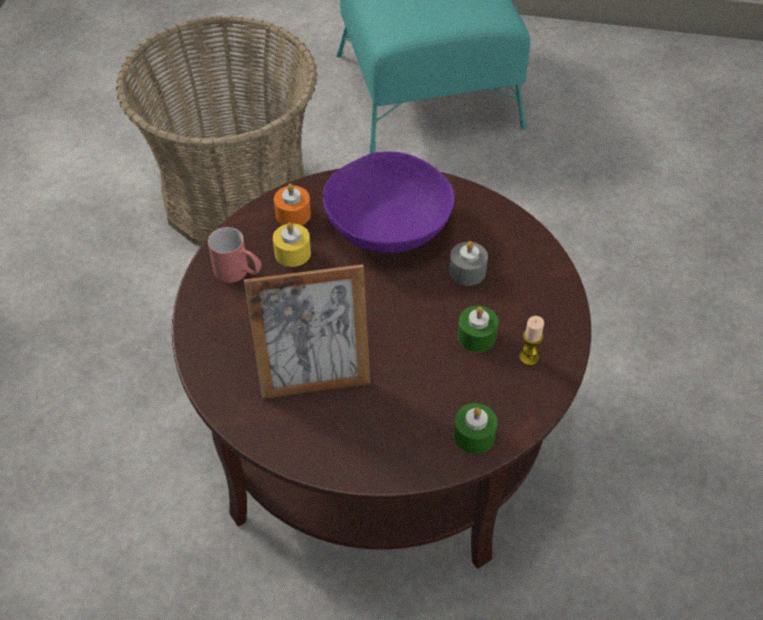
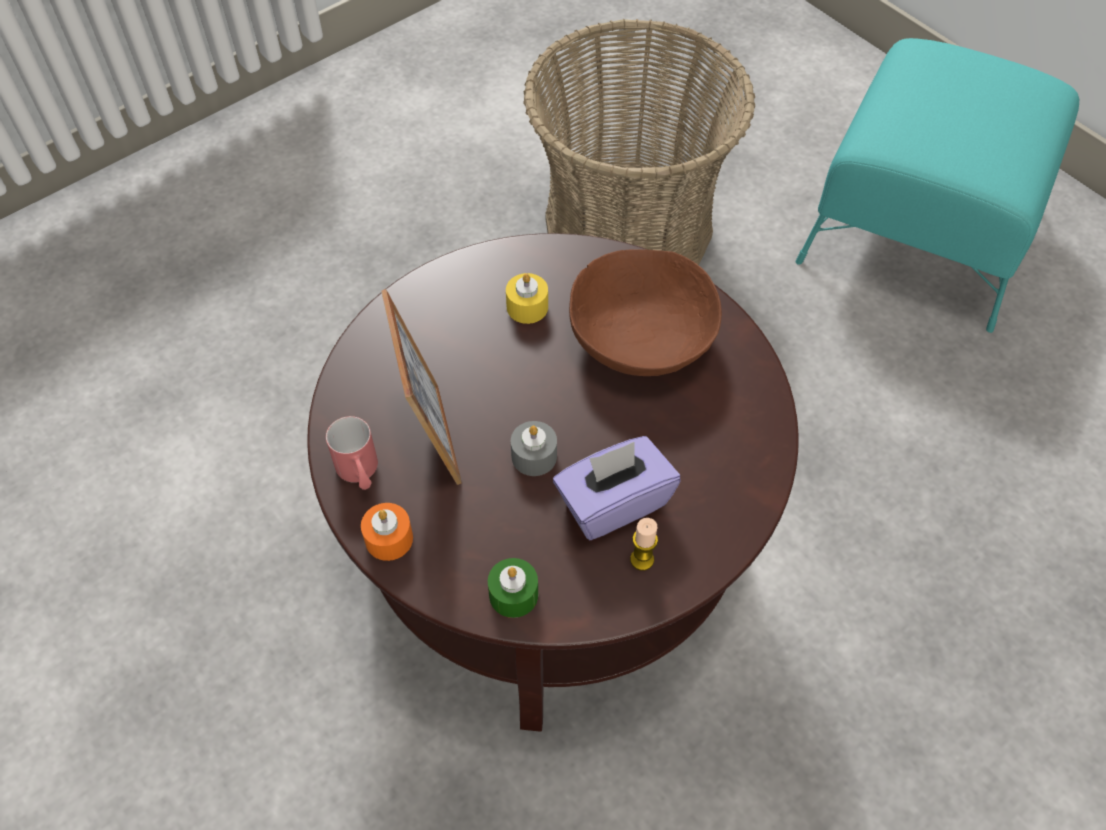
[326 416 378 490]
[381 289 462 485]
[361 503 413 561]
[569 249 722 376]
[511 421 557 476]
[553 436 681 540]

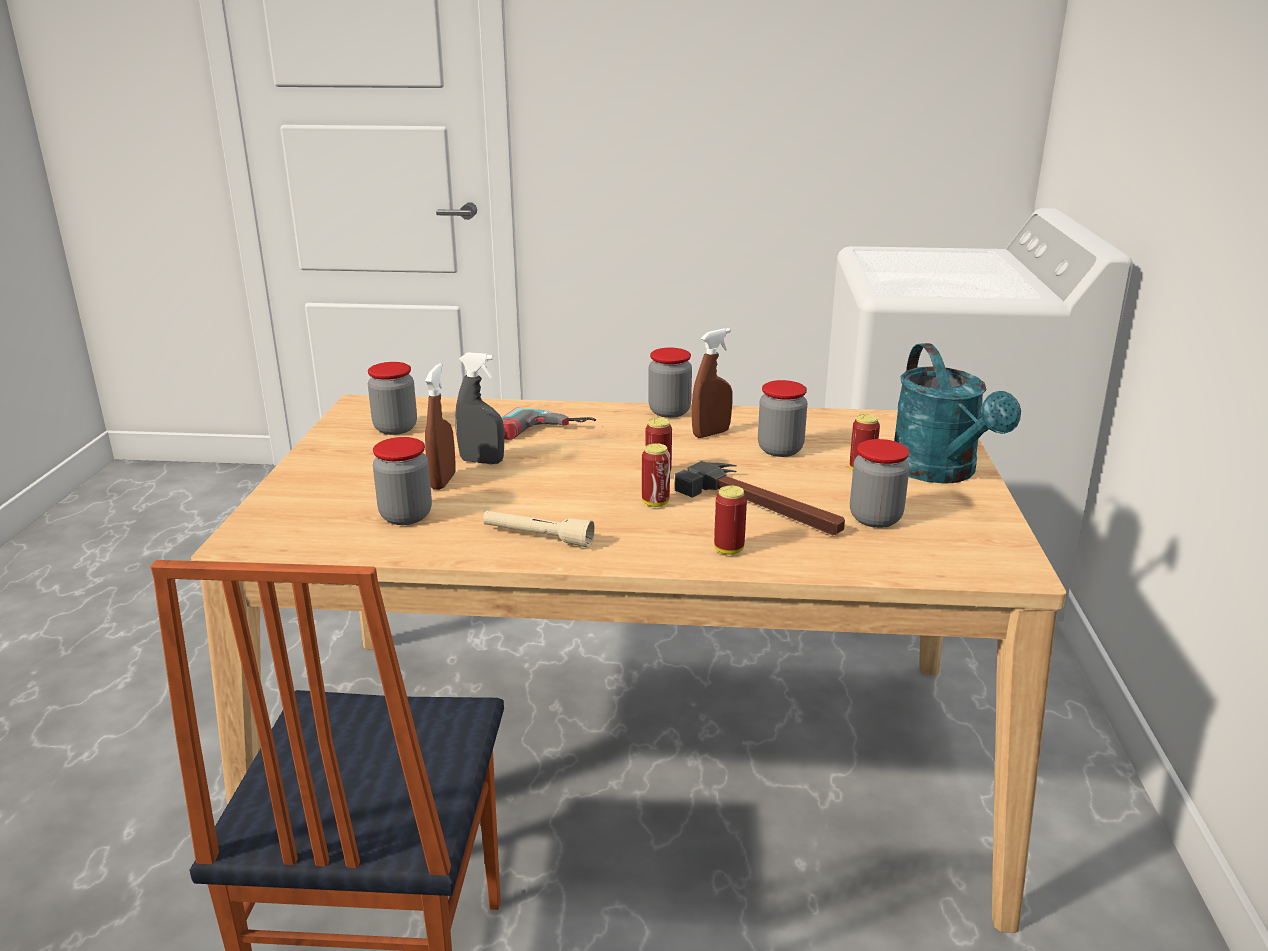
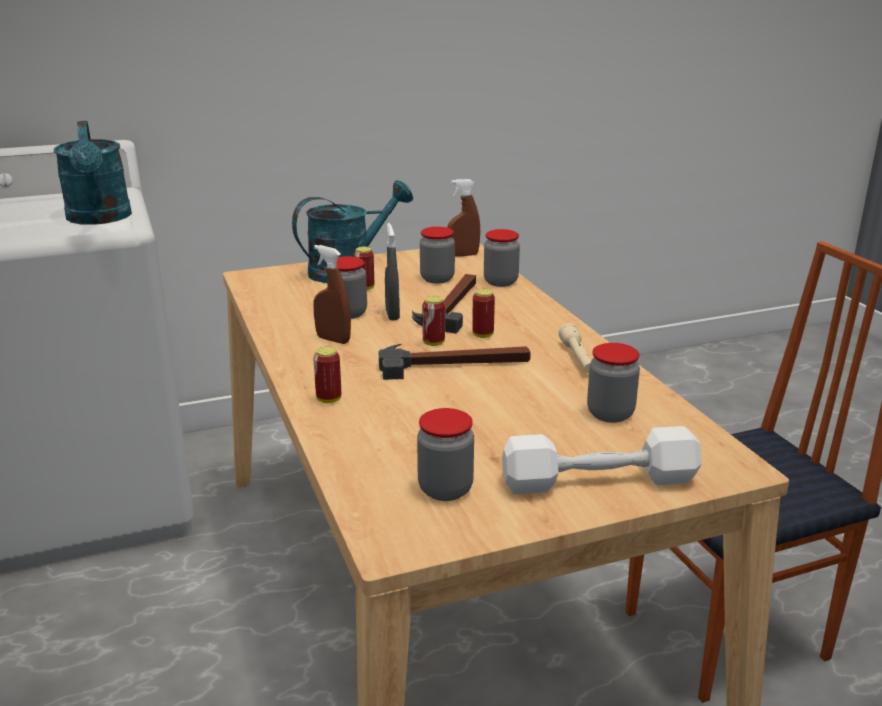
[447 179 480 257]
[385 223 400 321]
[501 407 596 440] (first image)
[484 229 520 287]
[313 346 341 403]
[54 121 132 225]
[379 344 531 380]
[502 426 702 495]

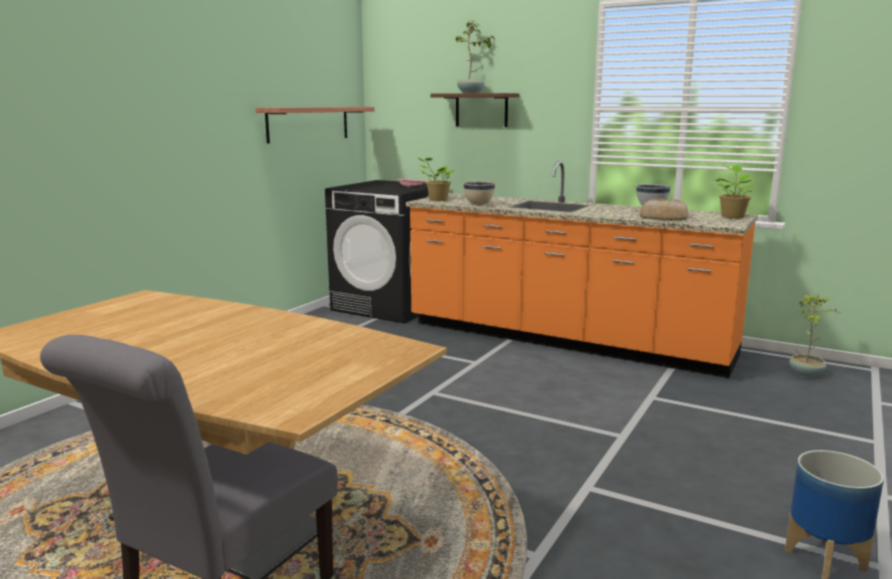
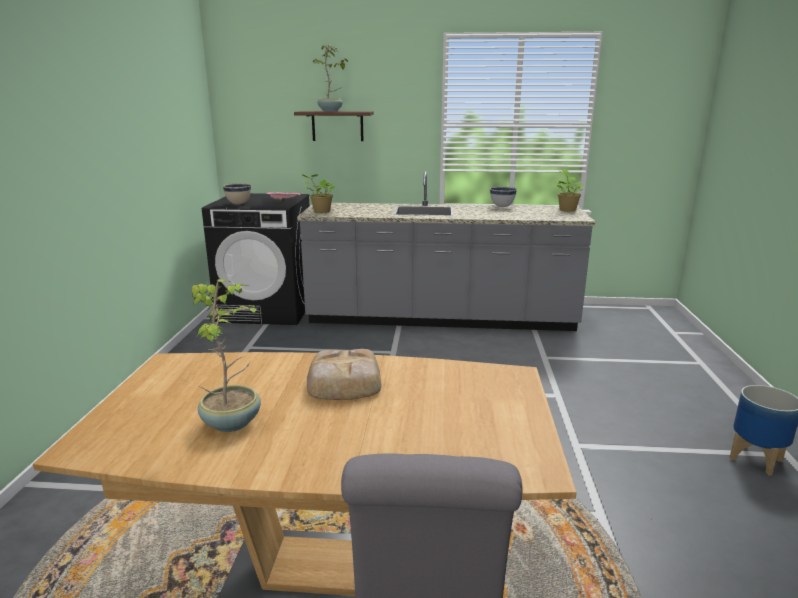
[255 107 374 144] (first image)
[297 171 595 331]
[223 183 251 205]
[307 349 381 400]
[192 279 261 432]

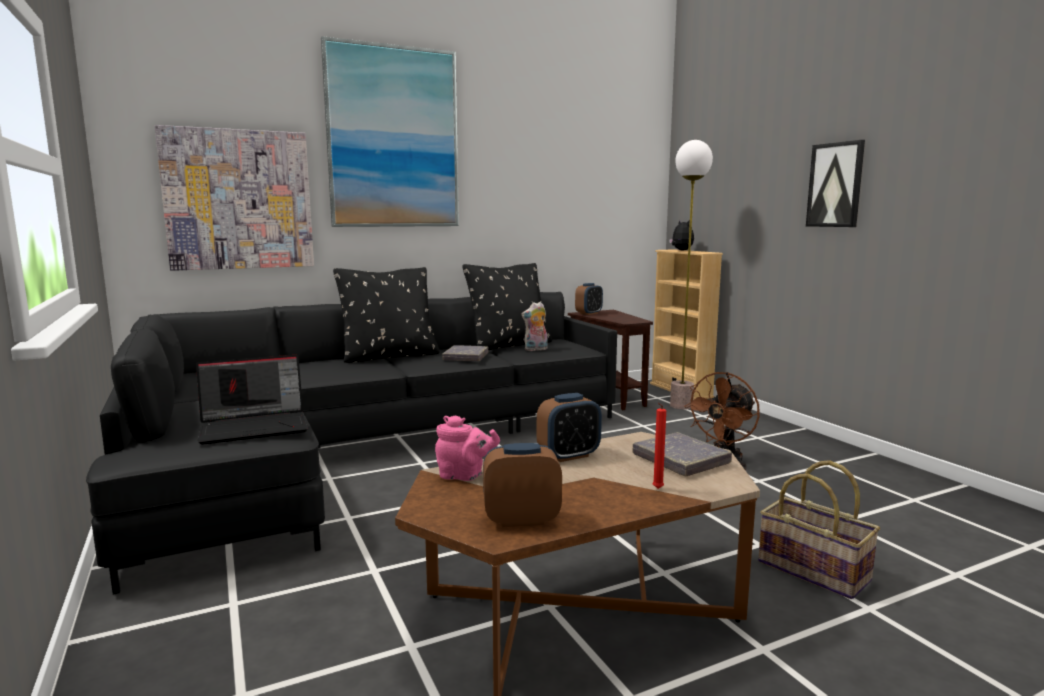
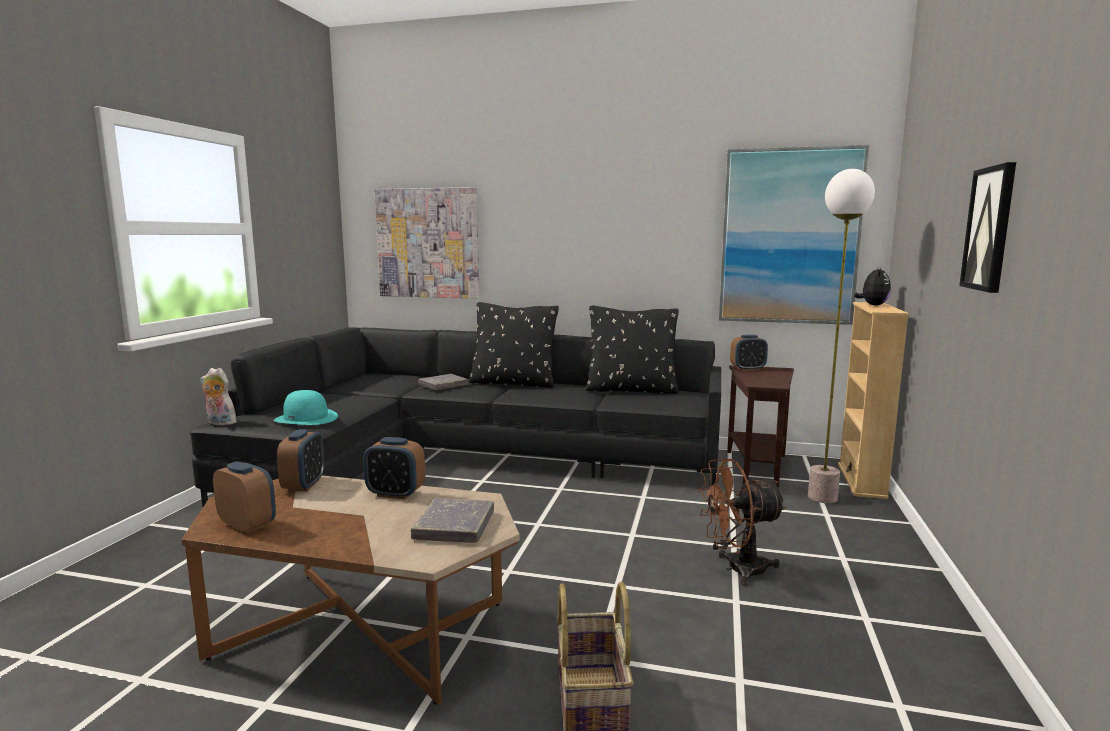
[274 390 338 425]
[719 145 869 325]
[277 429 325 491]
[418 374 469 390]
[200 368 237 426]
[652 403 666 489] (first image)

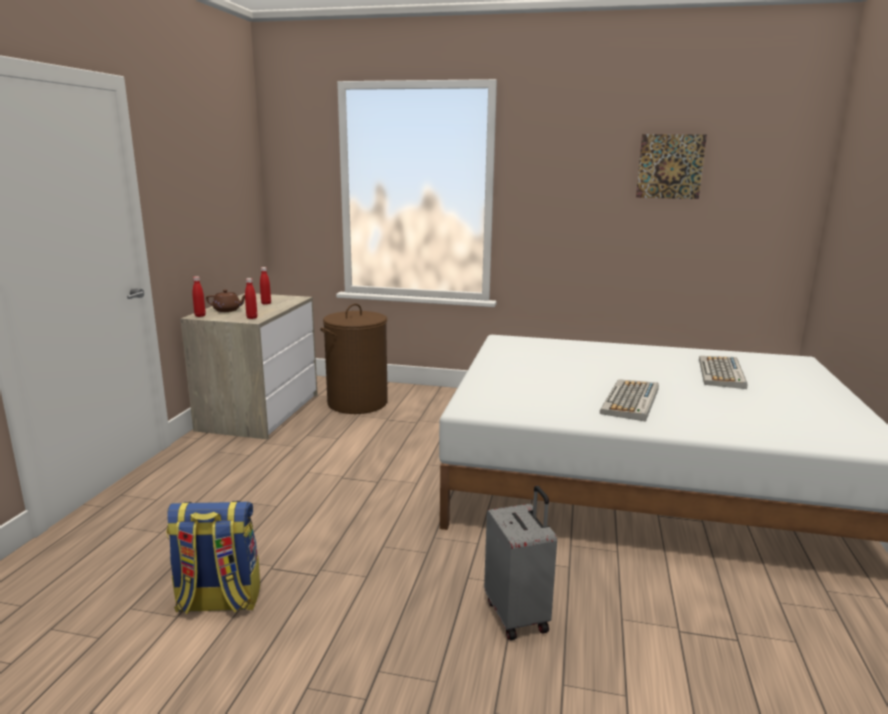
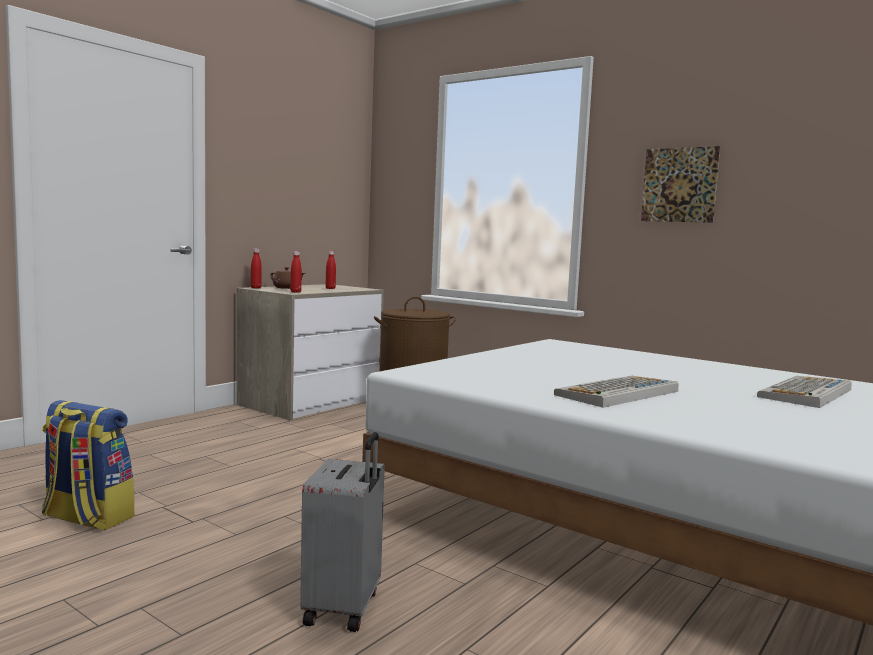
[641 146 720 223]

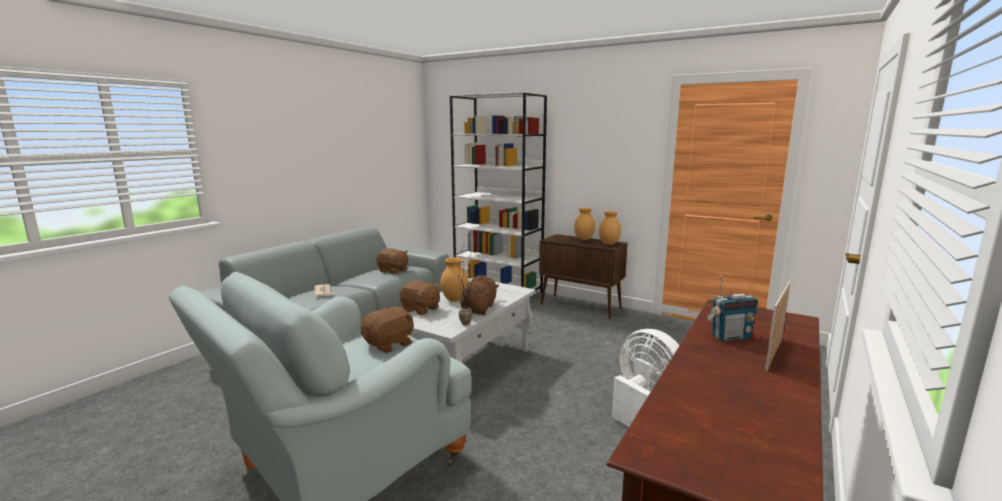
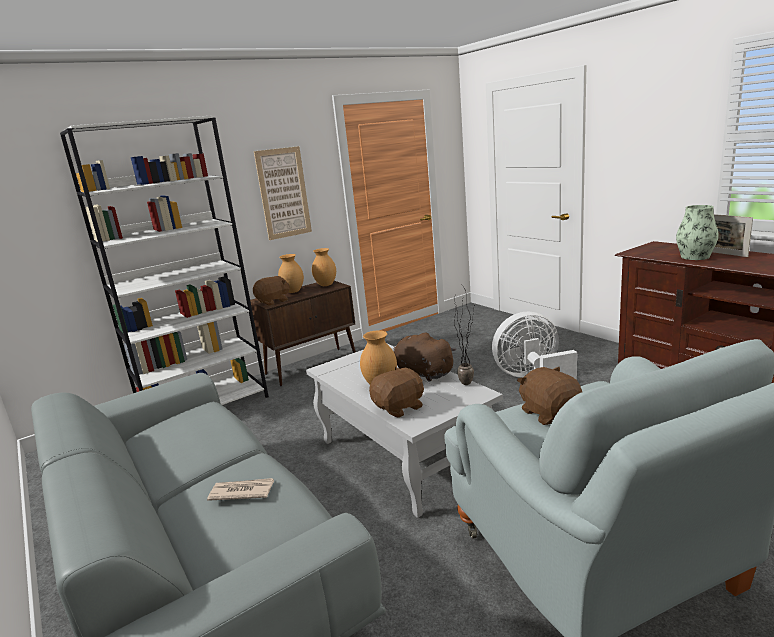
[253 276 290 306]
[676 205 719 260]
[254 146 312 240]

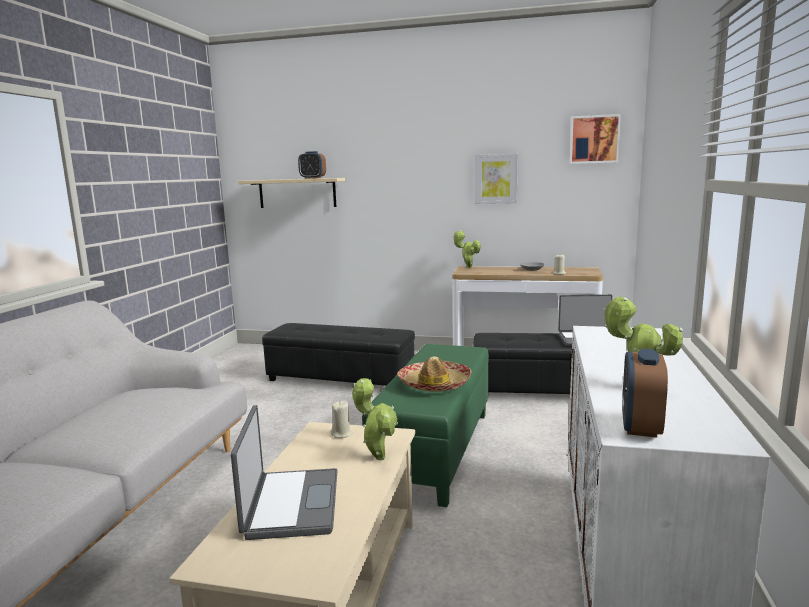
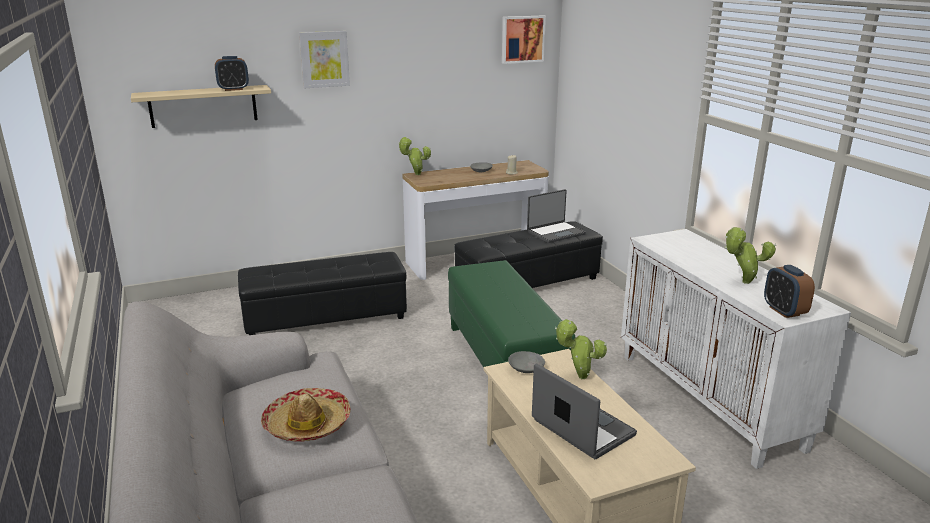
[508 351 545 373]
[261 388 351 442]
[299 31 350 88]

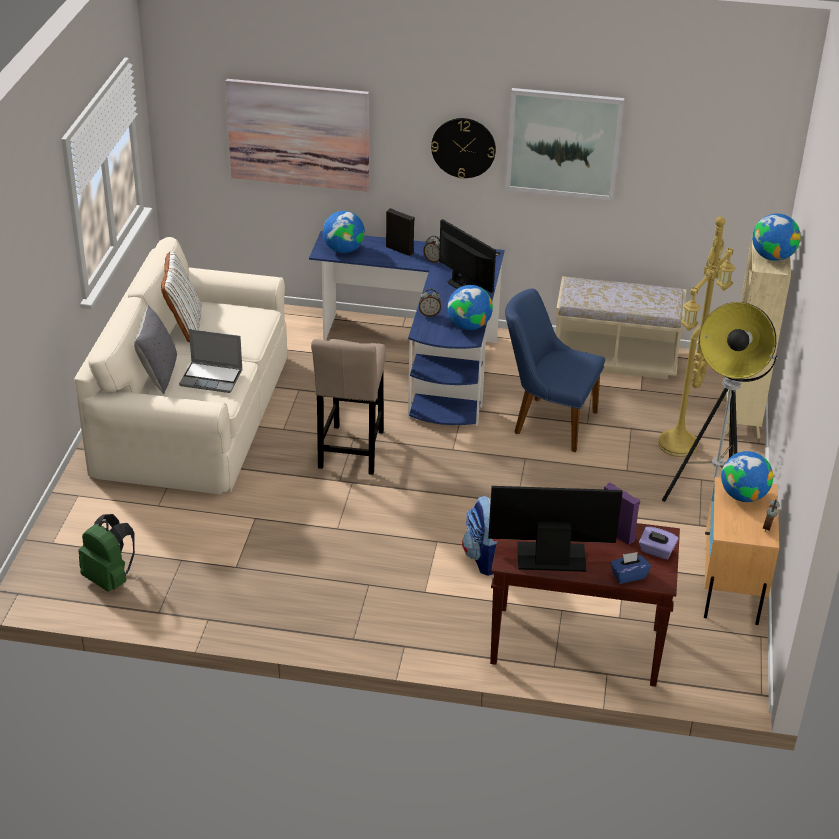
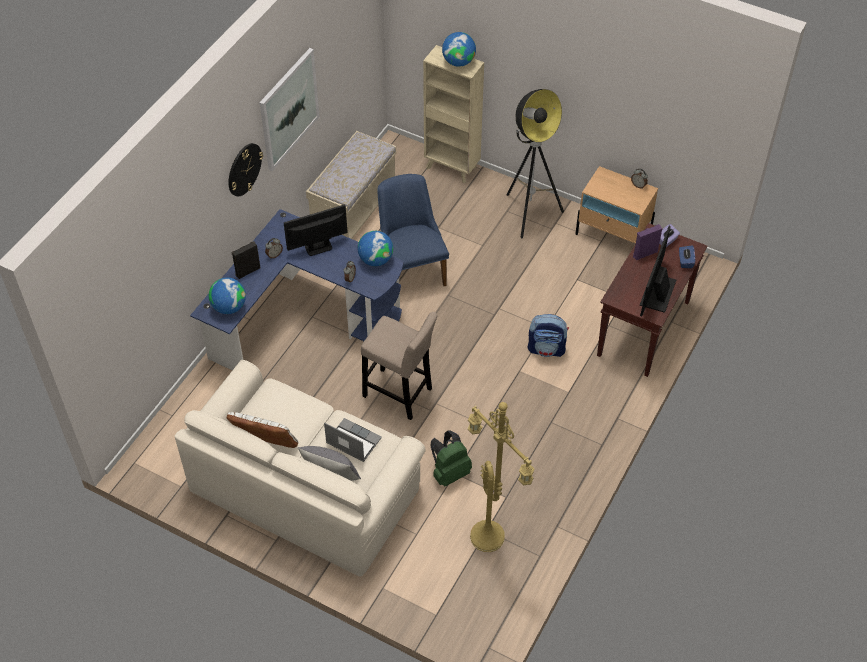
[431 430 472 487]
[324 418 382 462]
[225 79 369 192] (first image)
[377 174 449 286]
[467 402 534 552]
[721 451 773 502] (first image)

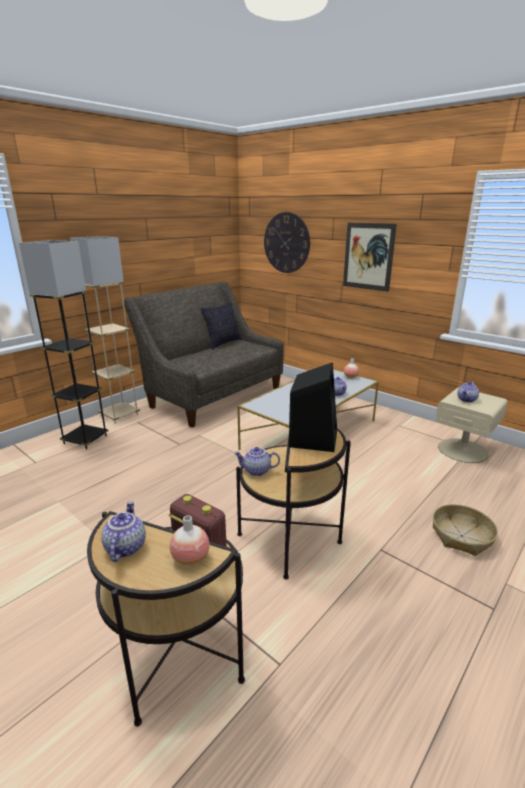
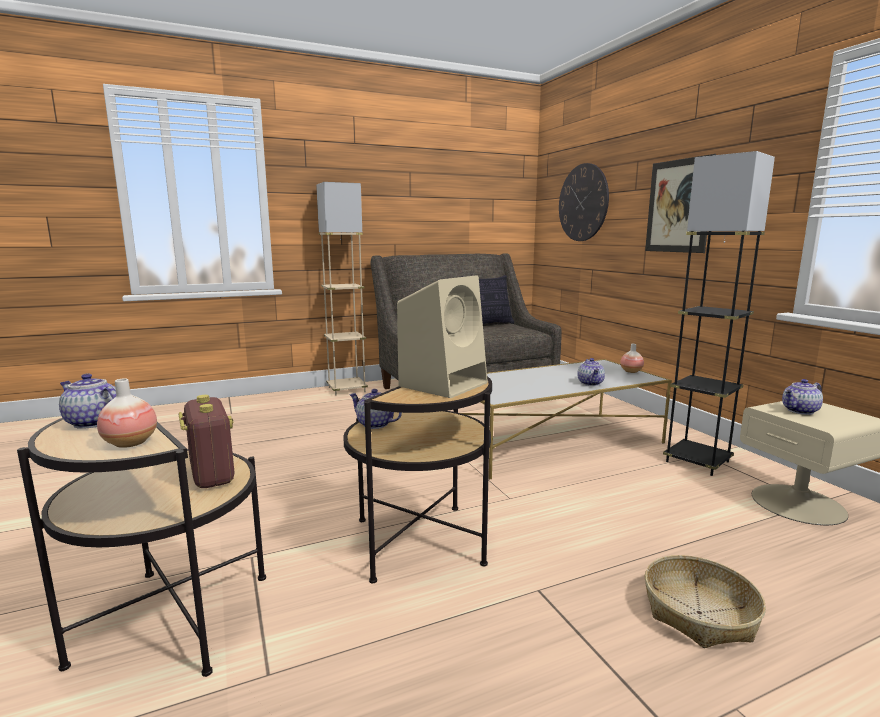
[663 151 775 476]
[59 374 116 429]
[397 275 488 398]

